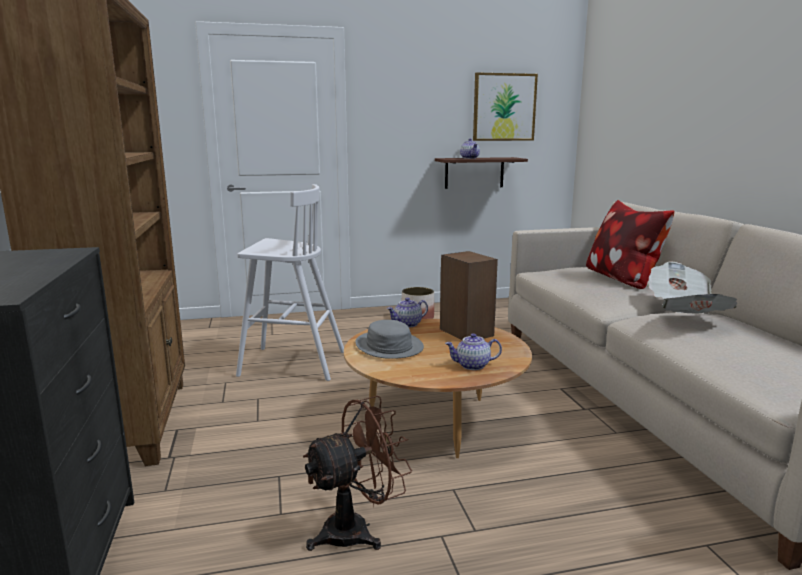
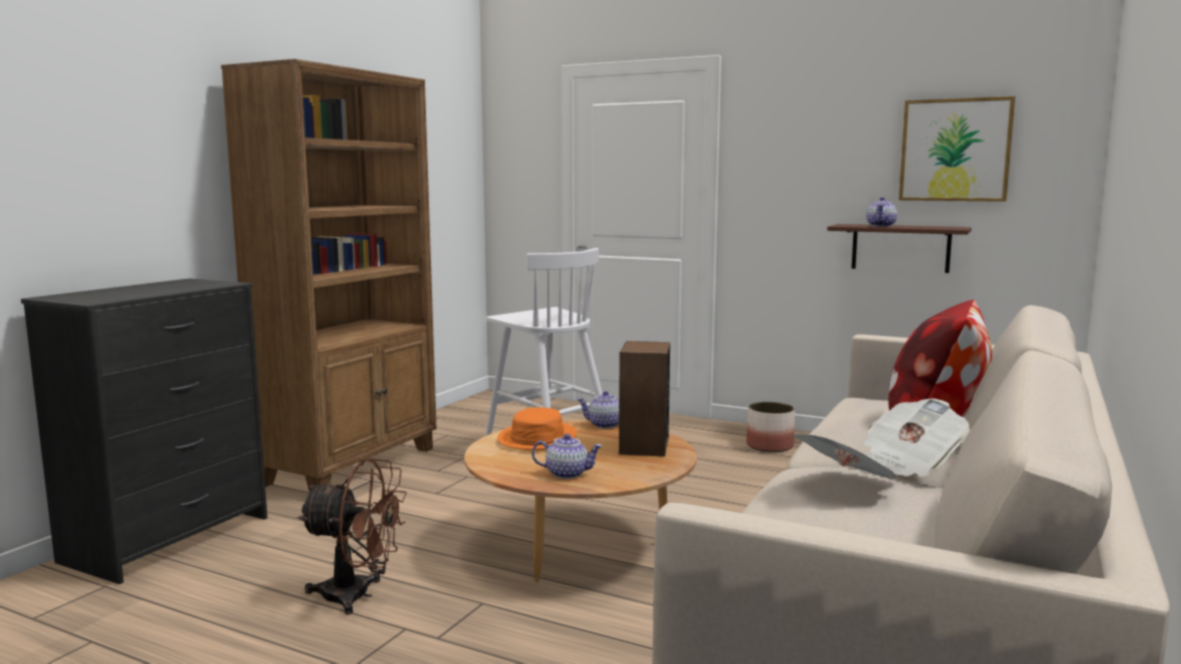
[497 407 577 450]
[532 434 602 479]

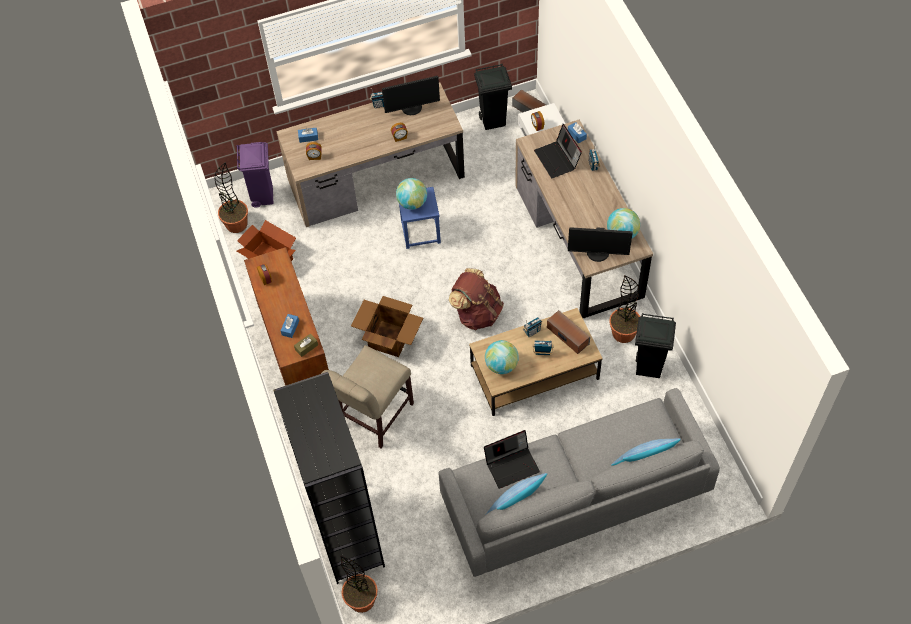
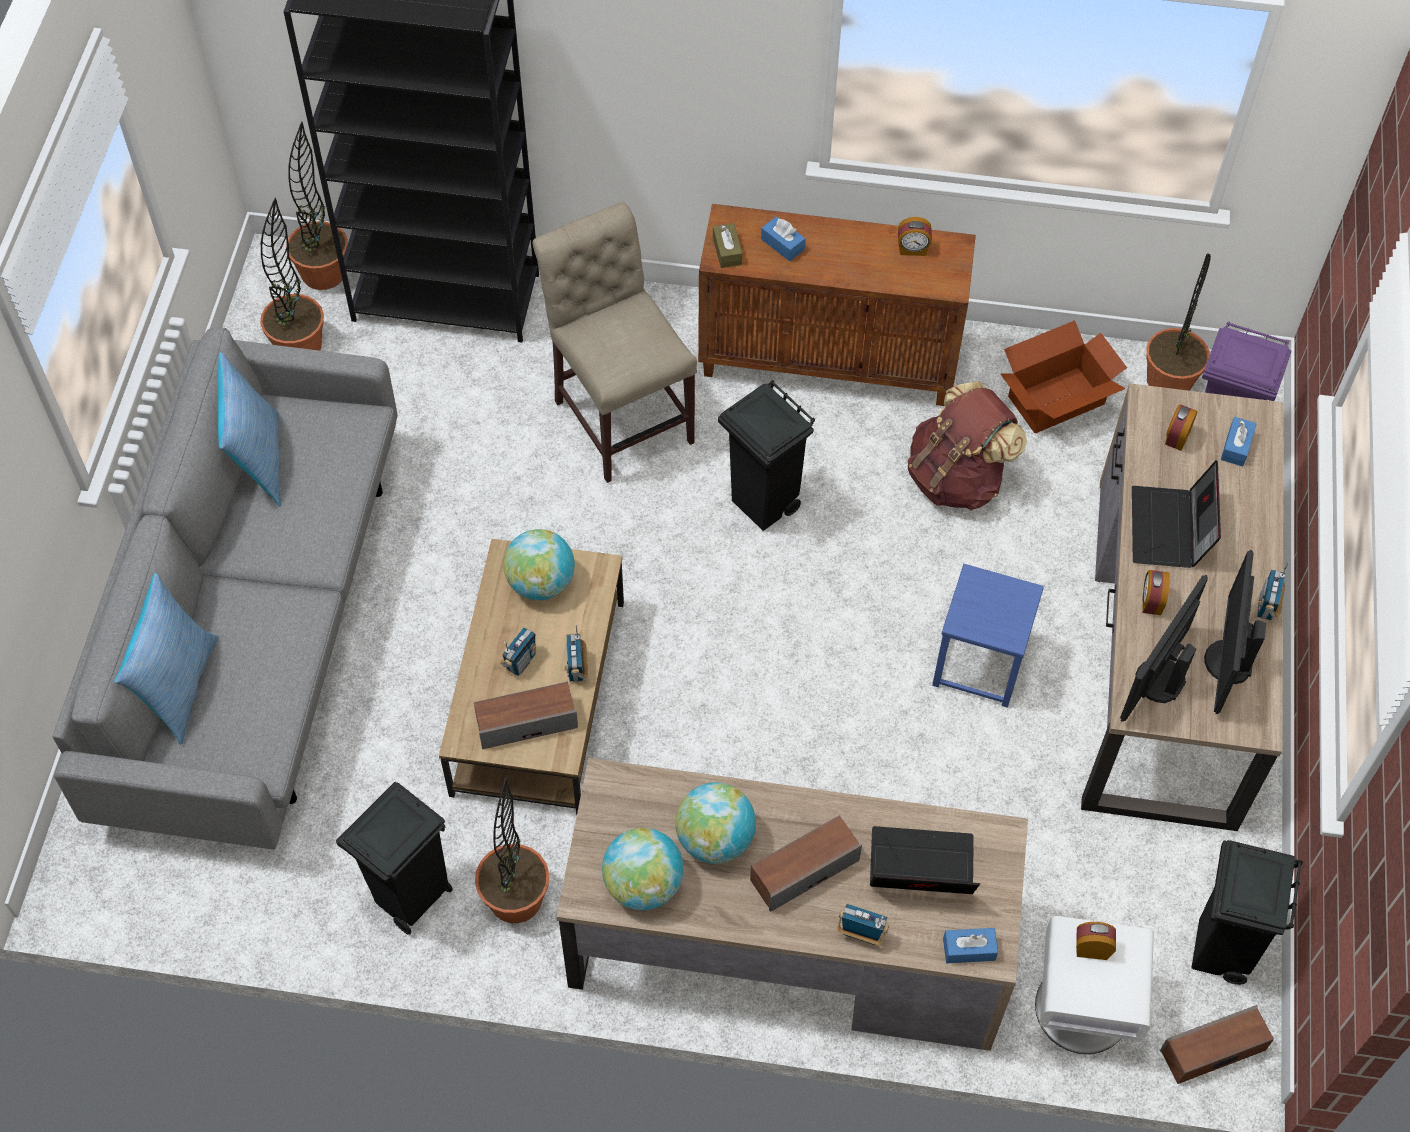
[718 380 815 531]
[676 782 756 864]
[907 381 1027 511]
[1132 460 1221 568]
[1120 574 1208 722]
[260 198 324 351]
[750 815 862 912]

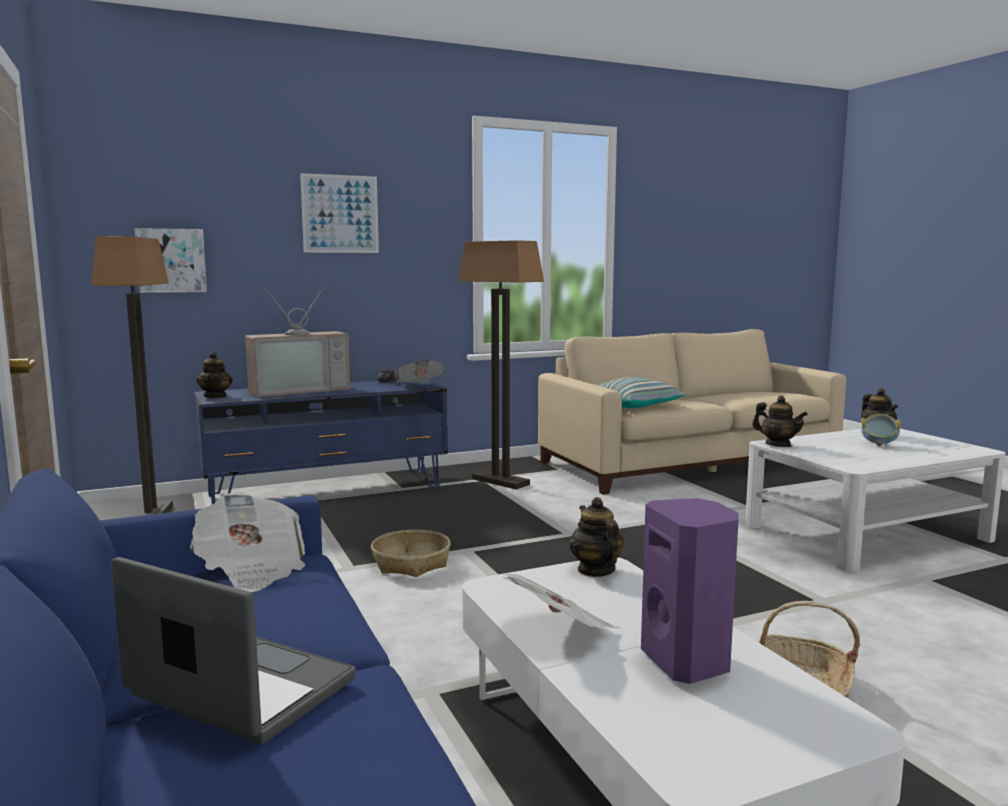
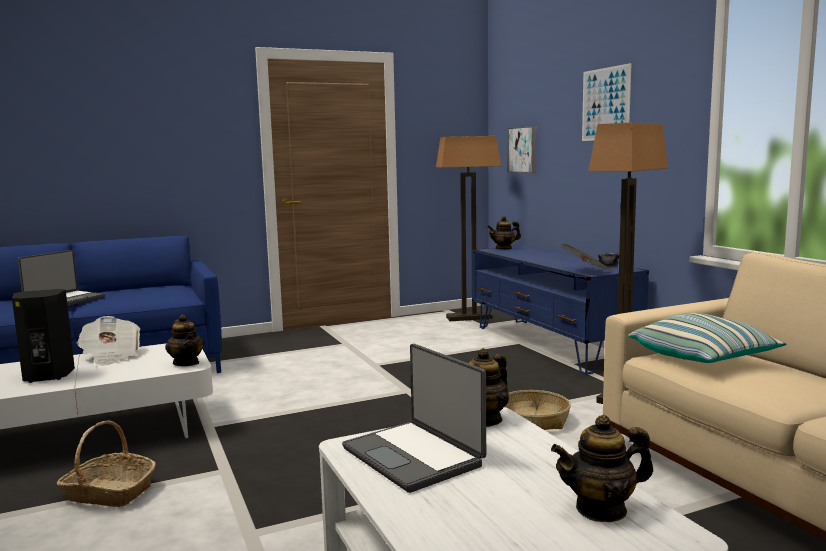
[190 492 305 592] (first image)
[245 286 350 397] (first image)
[505 390 571 430]
[165 314 204 366]
[12 289 75 383]
[861 414 901 446] (first image)
[342 344 486 493]

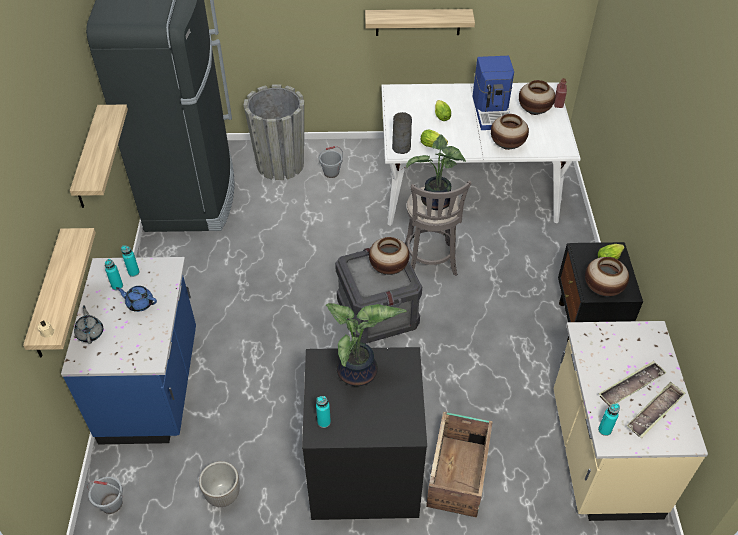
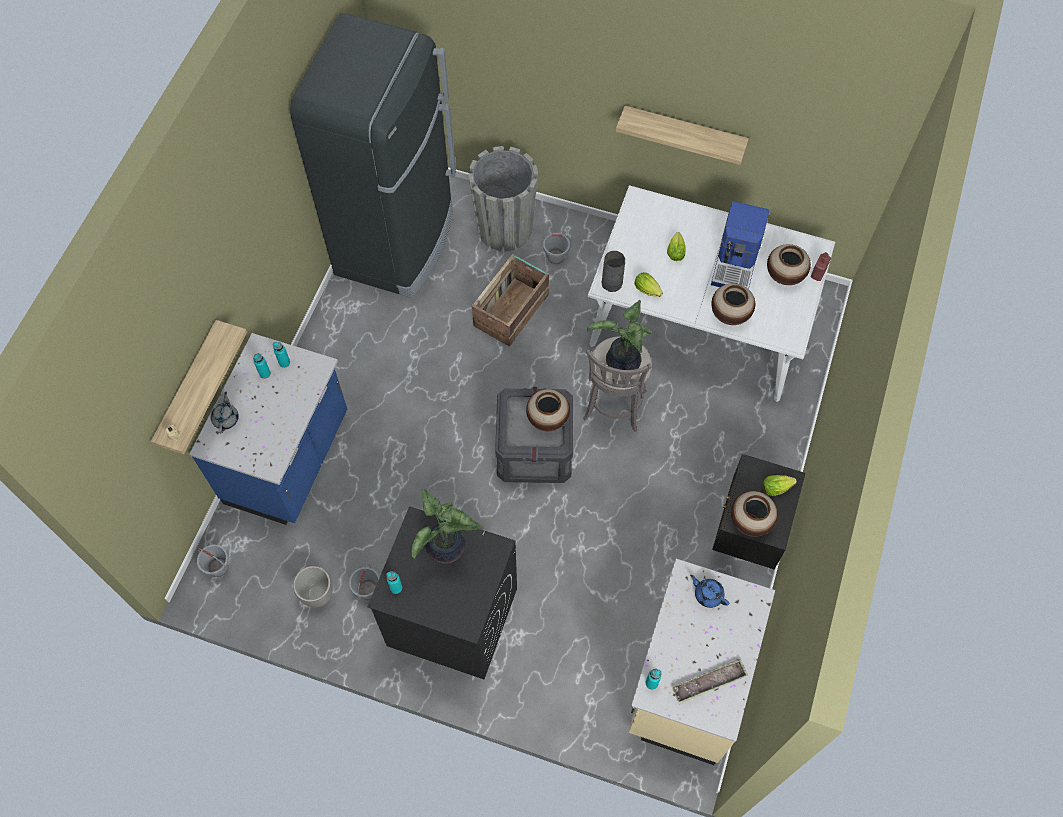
[70 105 128 208] (first image)
[690 575 729 608]
[472 254 549 347]
[599 361 667 406] (first image)
[349 564 380 600]

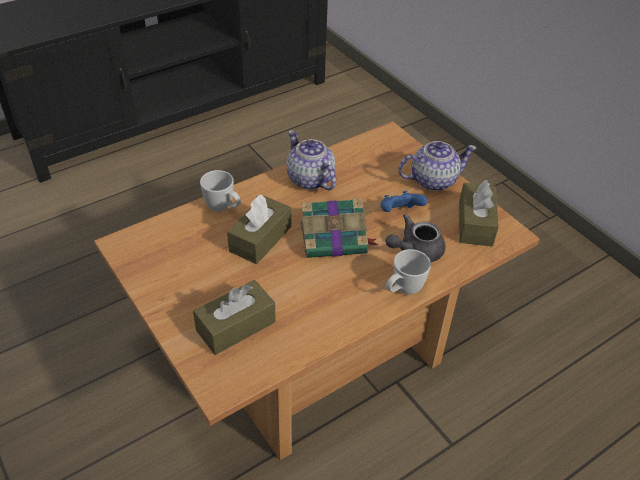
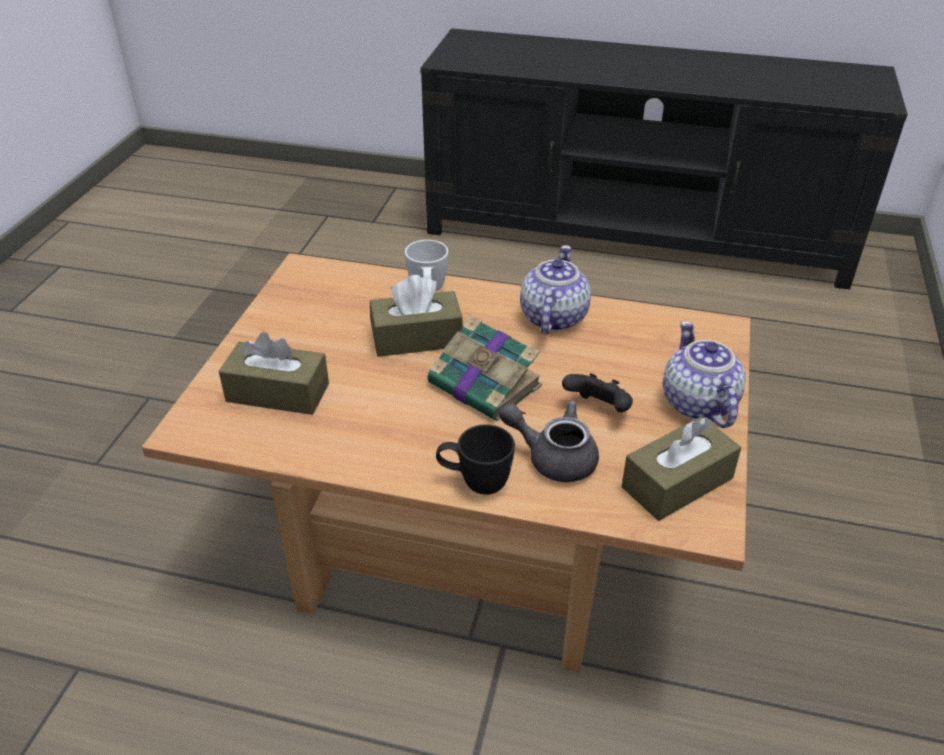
[562 373 633 412]
[436 424 515 495]
[663 321 746 428]

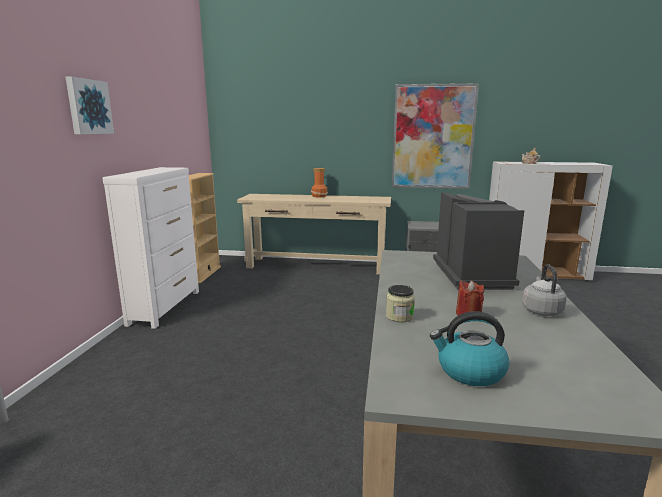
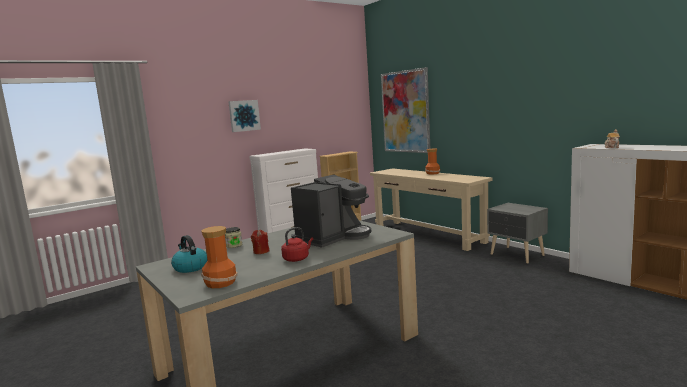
[381 67 430 153]
[281 227 313 262]
[201 226 237 288]

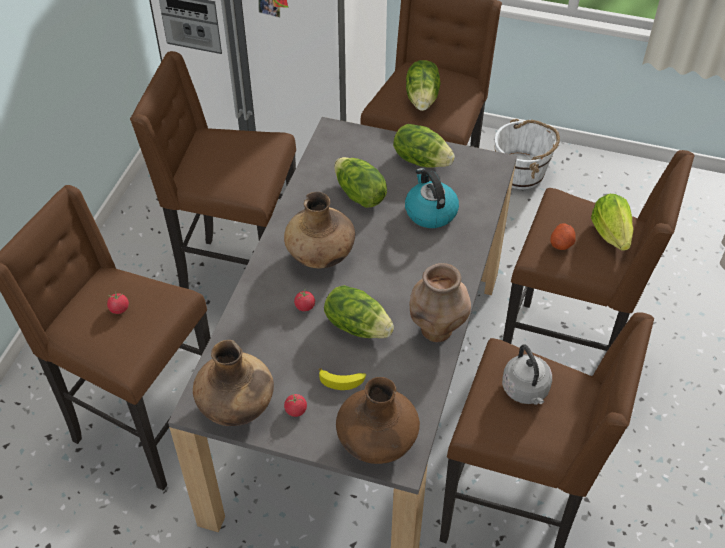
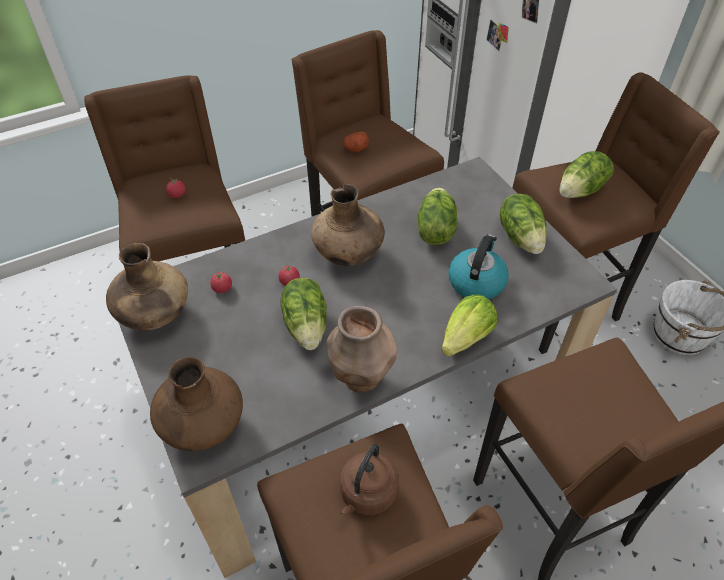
[210 271 232 293]
[319 368 366 390] (first image)
[340 444 399 516]
[343 131 369 152]
[442 295 497 356]

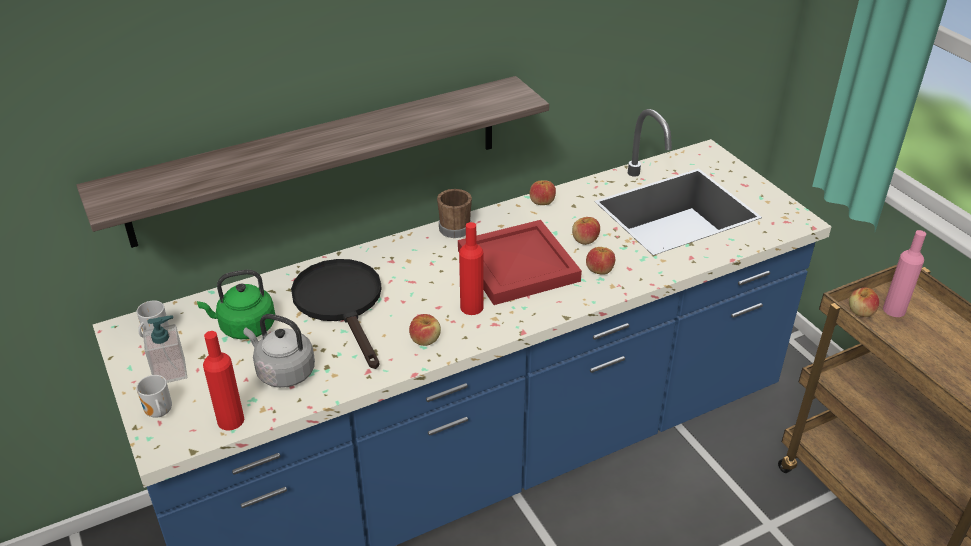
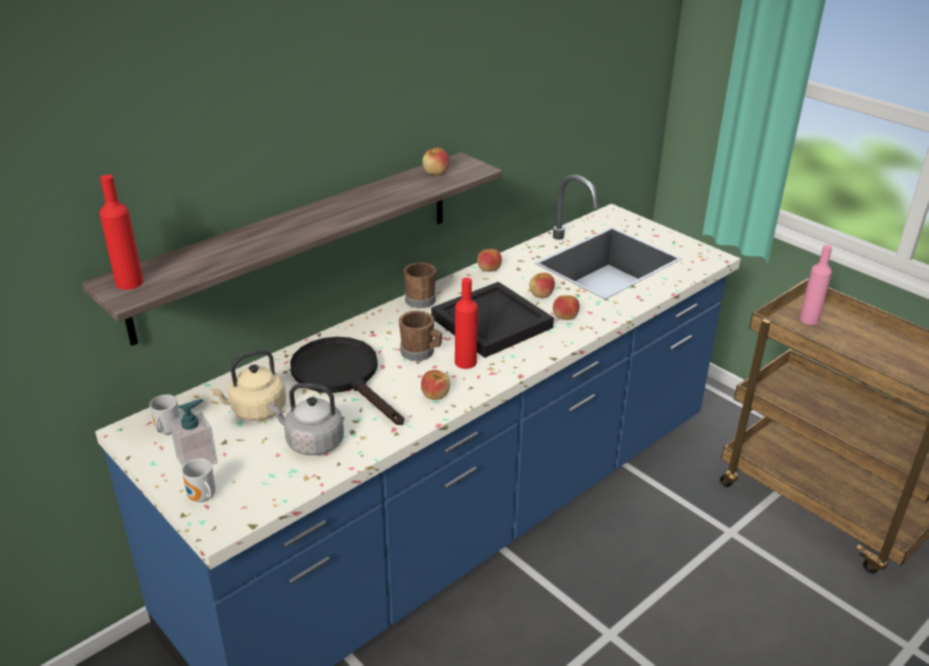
[210 349 286 420]
[100 175 143 290]
[431 282 554 358]
[422 147 449 175]
[399 311 442 361]

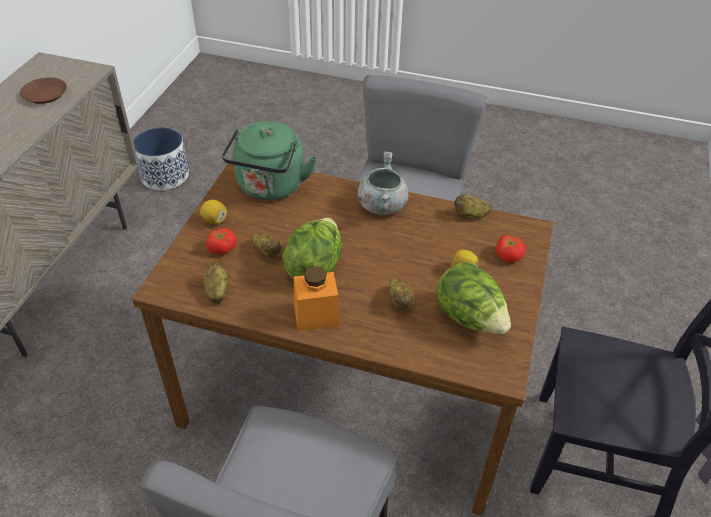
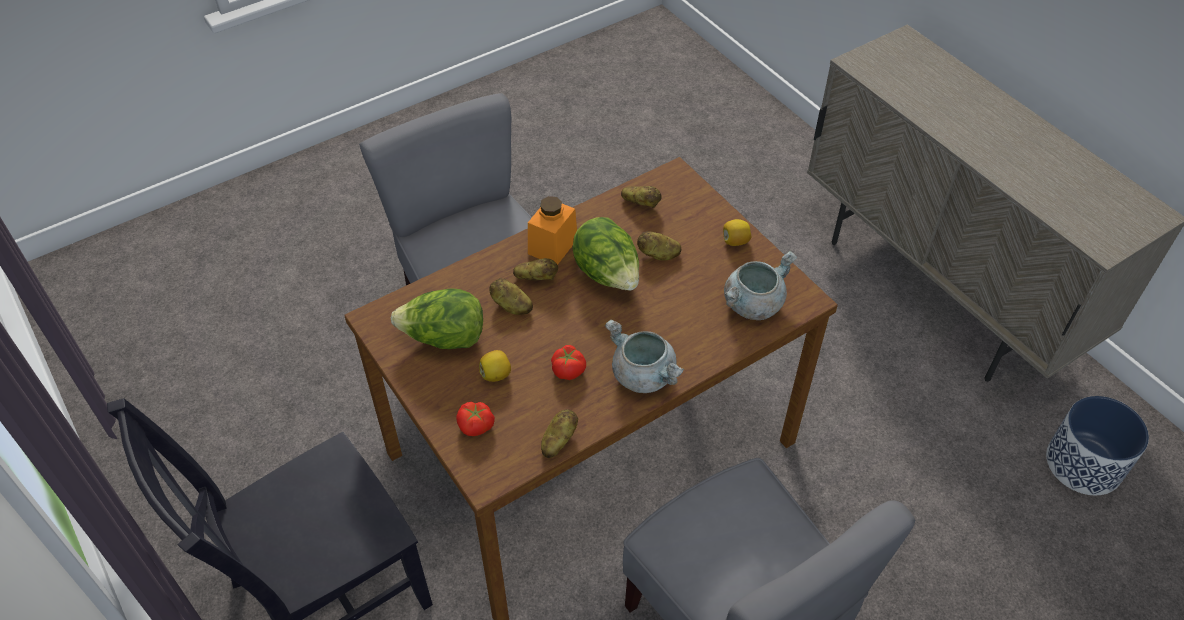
[20 77 67 104] (first image)
[551 345 586 380]
[724 251 797 320]
[513 258 558 281]

